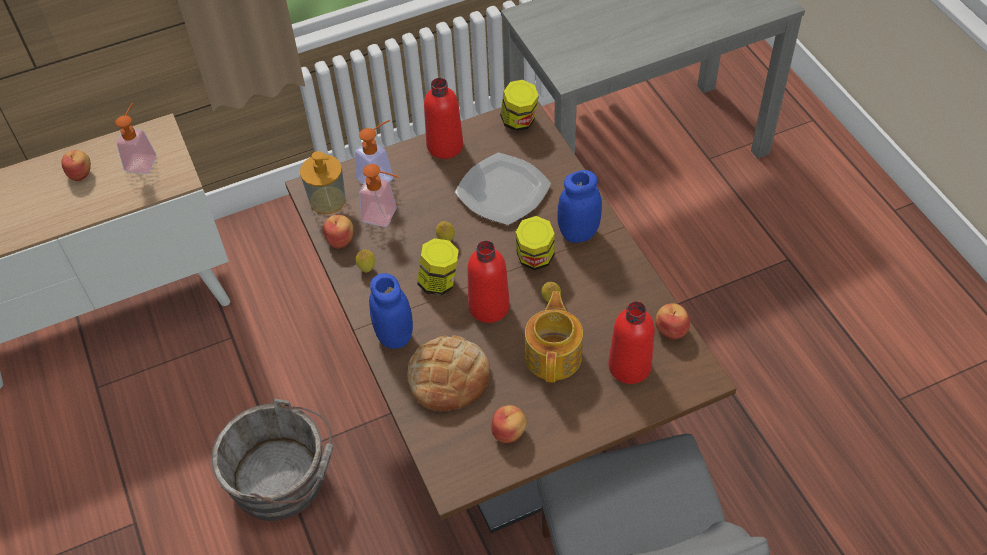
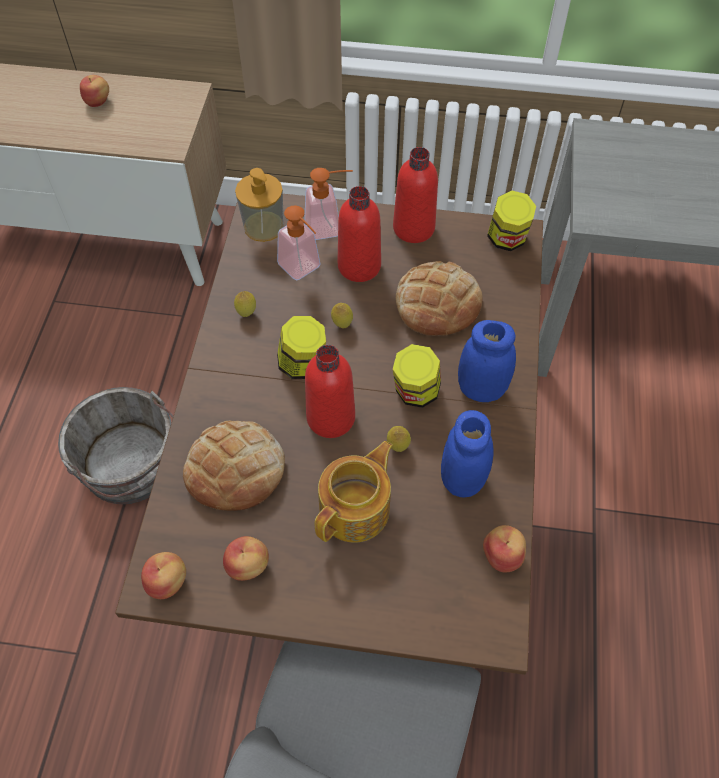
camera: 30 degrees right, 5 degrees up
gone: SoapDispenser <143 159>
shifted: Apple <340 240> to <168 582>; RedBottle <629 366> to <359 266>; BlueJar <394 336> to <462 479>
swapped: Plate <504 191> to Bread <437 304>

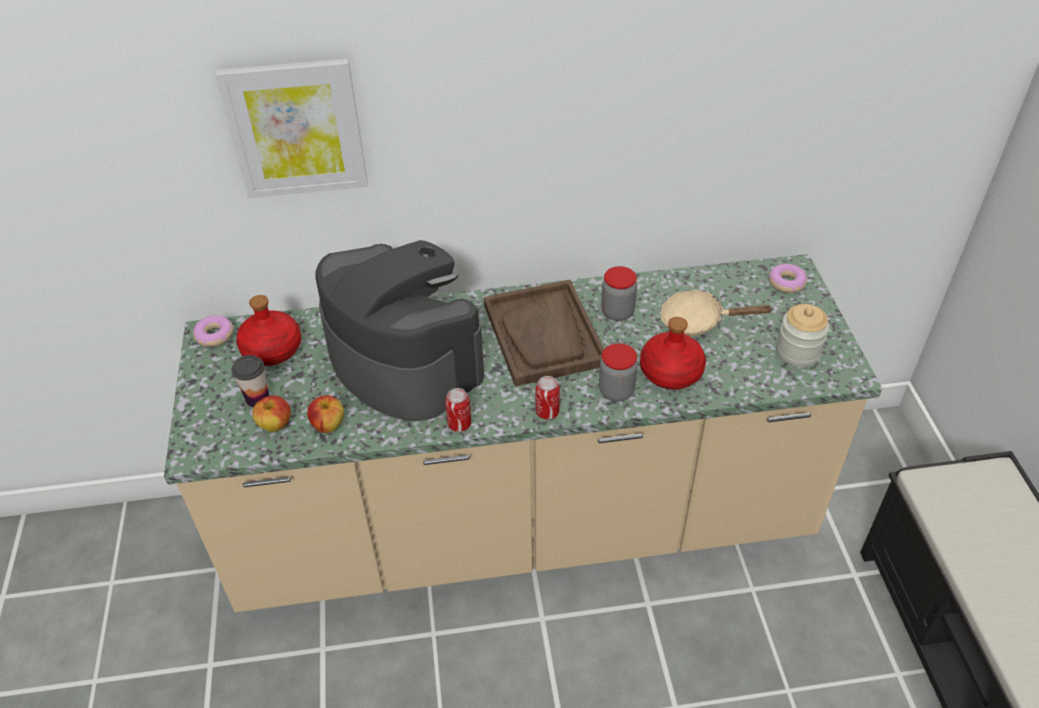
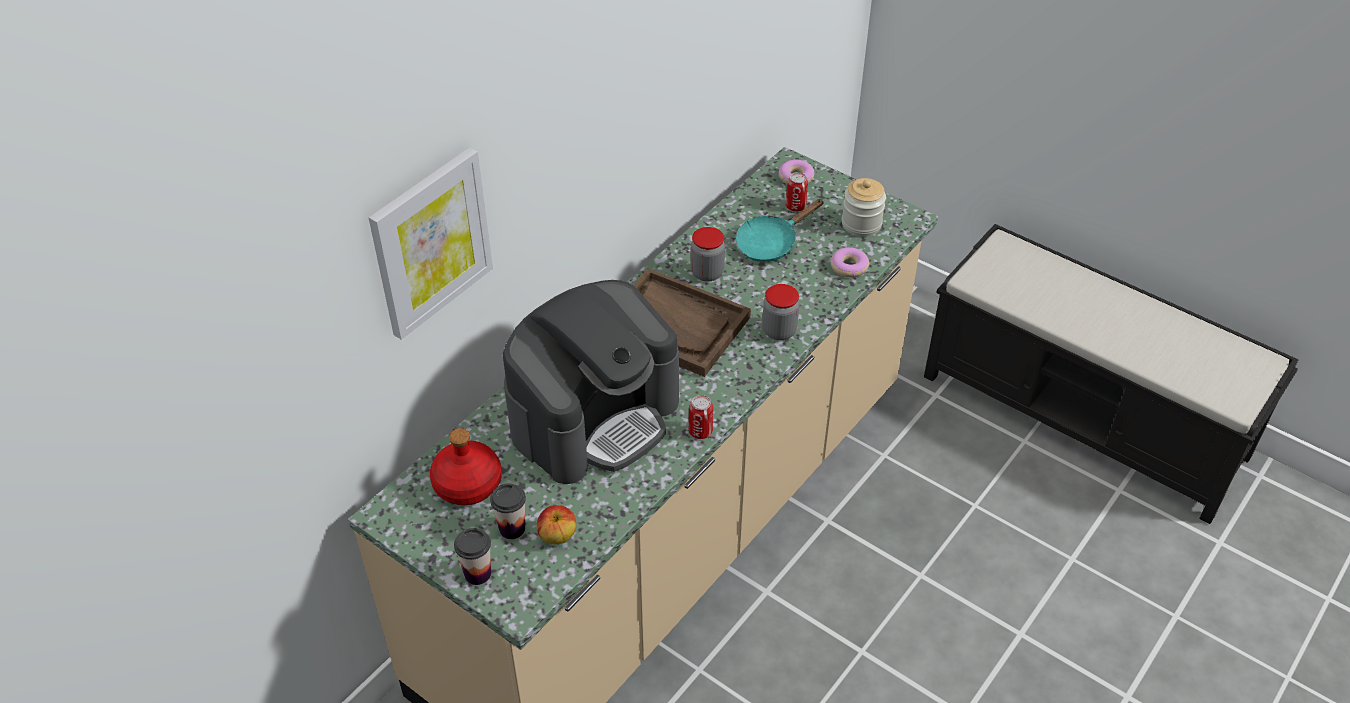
camera: 45 degrees left, 0 degrees up
gone: Apple <328 425>; RedBottle <671 372>
new: Cup <477 573>
shifted: Can <547 412> to <795 206>; Donut <214 335> to <849 267>
repainted: BeigeFryingPan <698 321> to TurquoiseFryingPan <771 243>
rotated: CoffeeMachine <404 361> = <594 417> 135 degrees clockwise

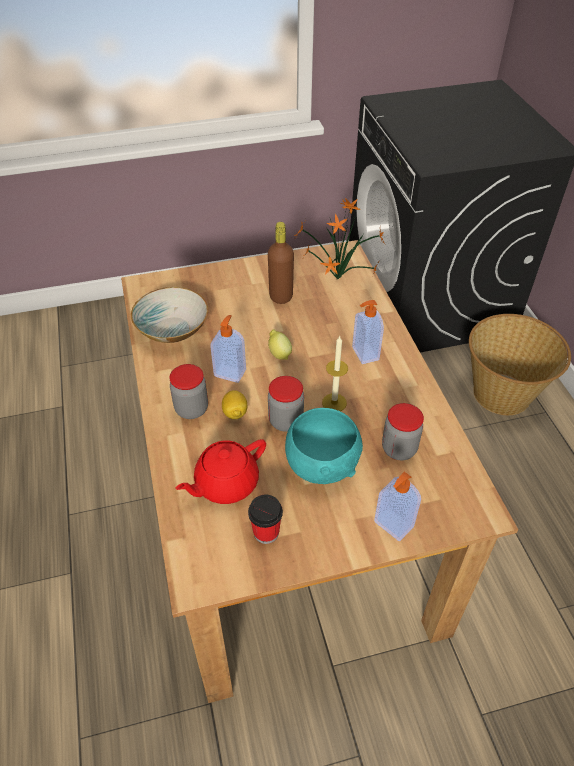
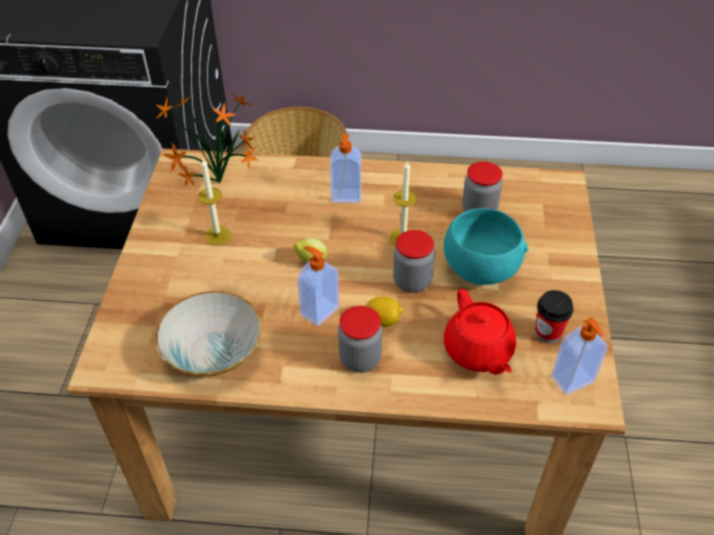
camera: 70 degrees left, 0 degrees up
shifted: SoapDispenser <392 525> to <573 380>
swapped: BrownBottle <281 296> to Candle <217 235>

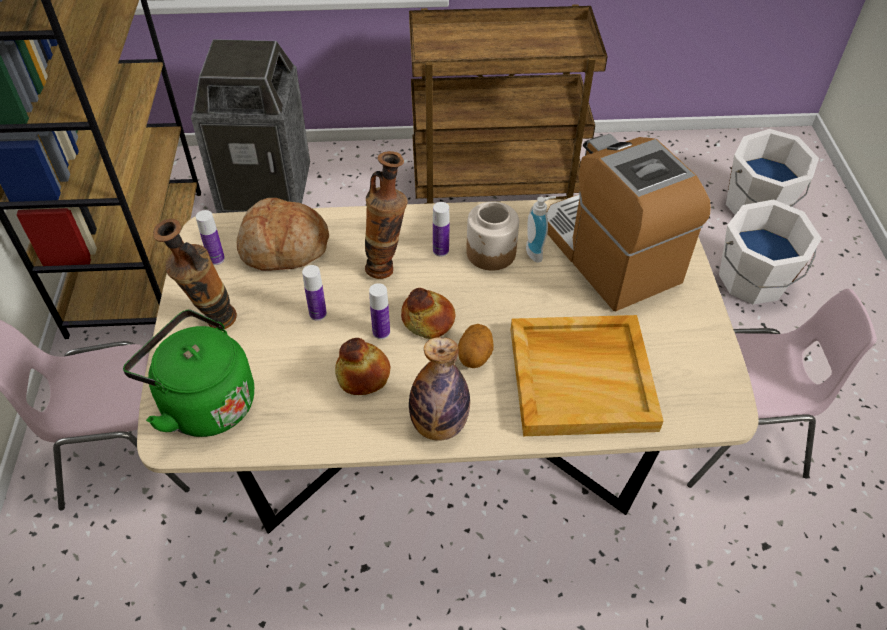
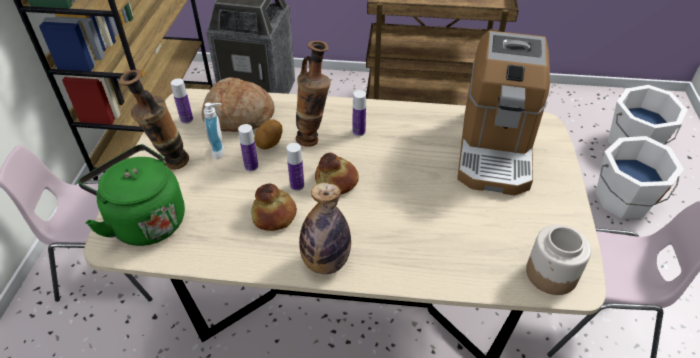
camera: 10 degrees right, 5 degrees down
gone: BeigeTray <582 377>
shifted: SoapDispenser <537 252> to <221 151>; Potato <475 356> to <270 144>; Jar <491 253> to <552 274>
rotated: CoffeeMachine <609 254> = <495 149> 150 degrees counterclockwise

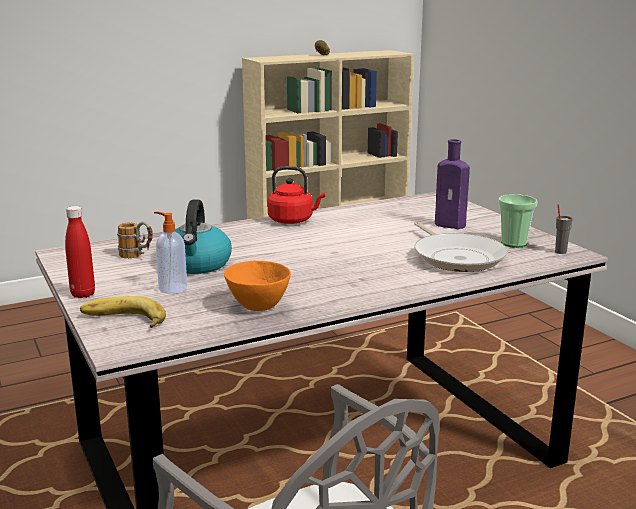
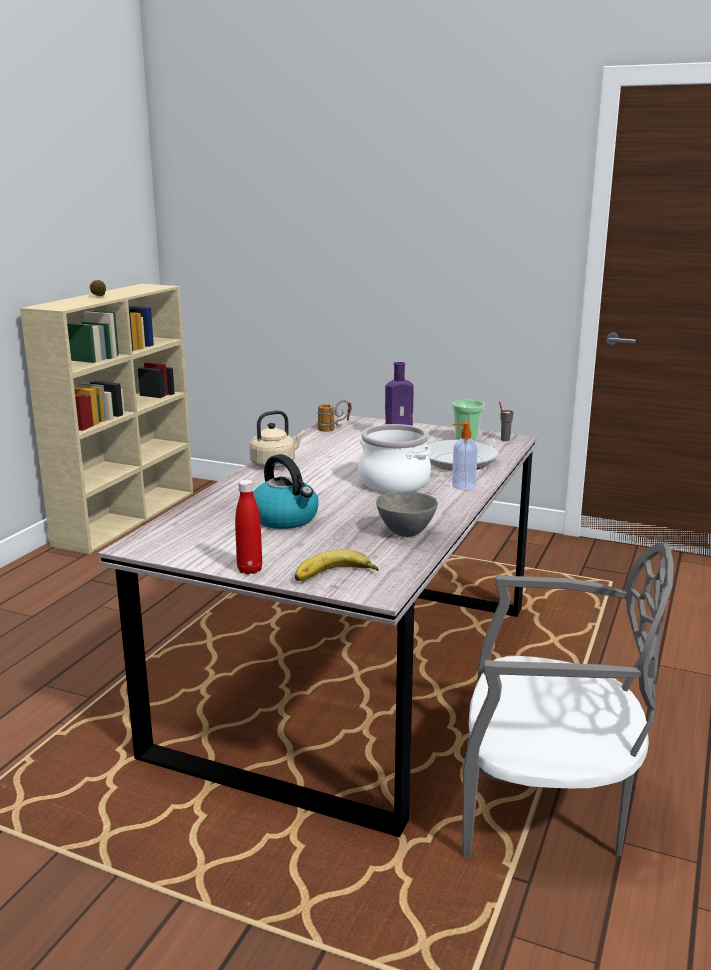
camera: 40 degrees left, 0 degrees up
new: CookingPot <394 482>
shifted: Mug <137 256> to <334 429>; SoapDispenser <172 288> to <462 486>
repainted: RedKettle <293 220> to BeigeKettle <275 464>; OrangeBowl <257 306> to GreyBowl <405 533>

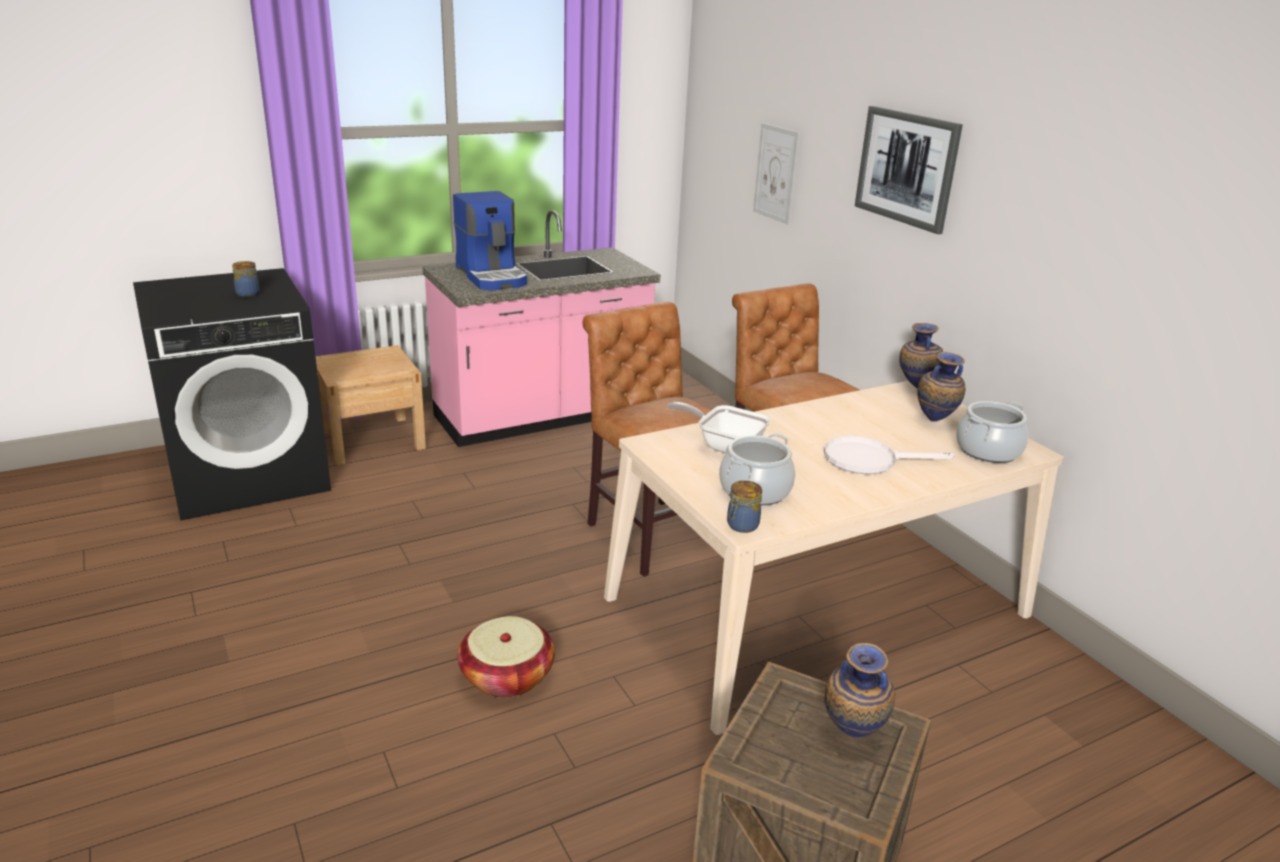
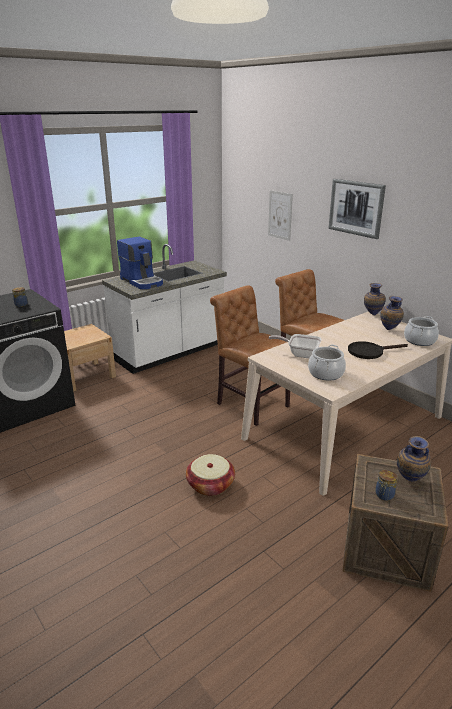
camera: 10 degrees left, 0 degrees up
shifted: Jar <741 526> to <384 495>
repainted: PinkCounter <542 417> to WhiteCounter <170 353>; WhiteFryingPan <869 460> to BlackFryingPan <369 352>

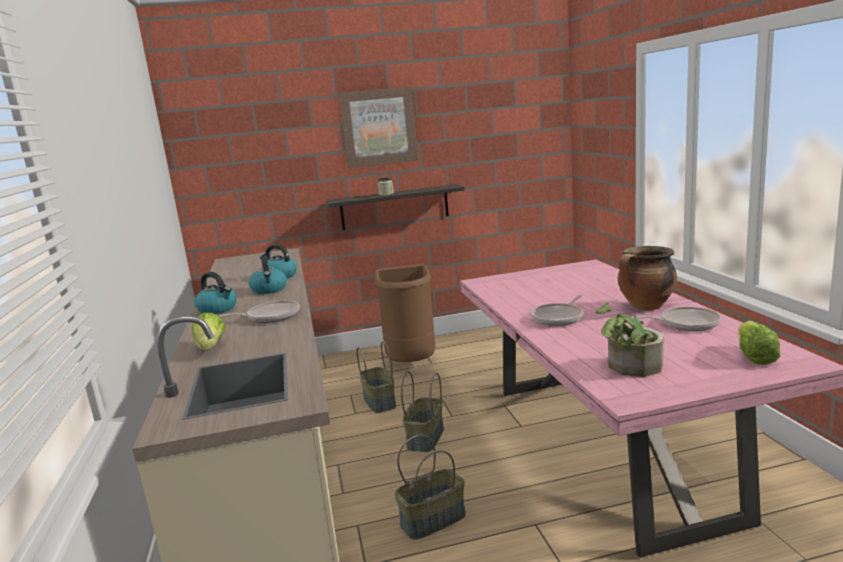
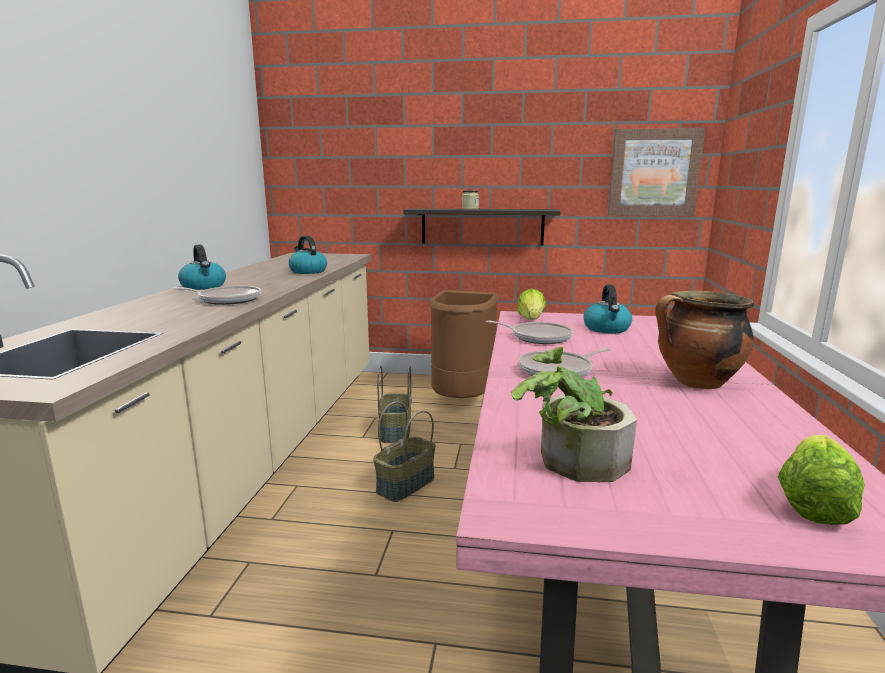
camera: 20 degrees right, 0 degrees up
gone: Basket <433 519>
shifted: FryingPan <686 323> to <538 337>; Lettuce <210 348> to <531 320>; Kettle <269 290> to <607 329>; Picture <378 127> to <654 173>

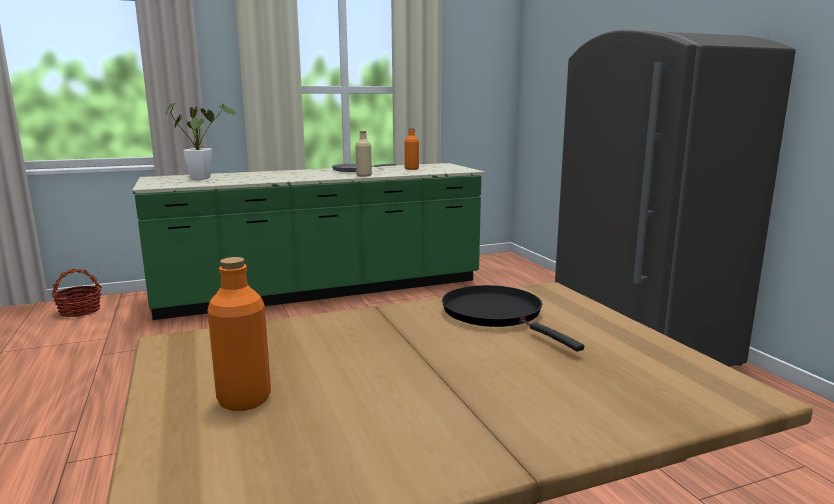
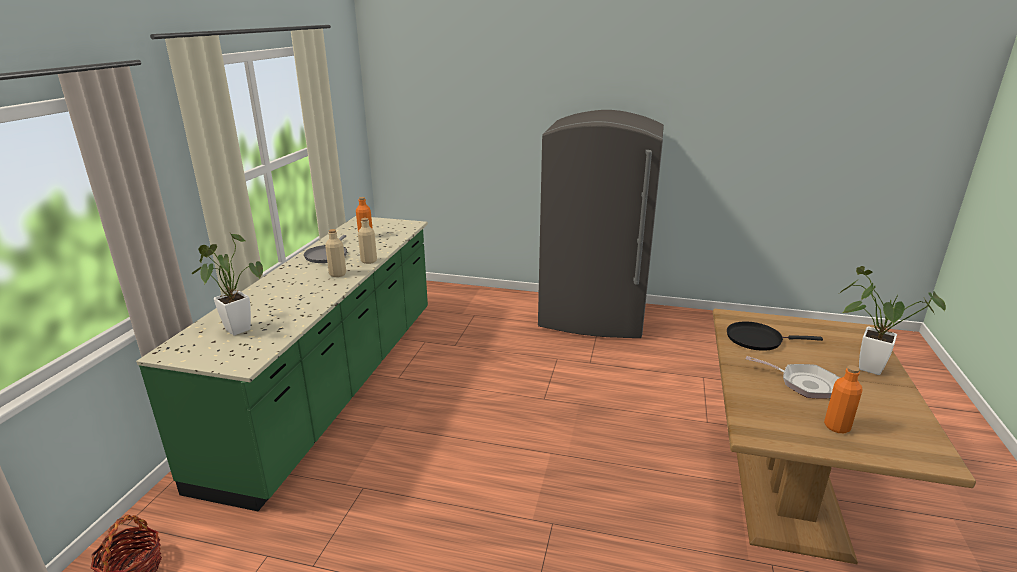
camera: 55 degrees left, 10 degrees up
new: BeigeBottle <337 274>; FryingPan <804 383>; PottedPlant <863 366>

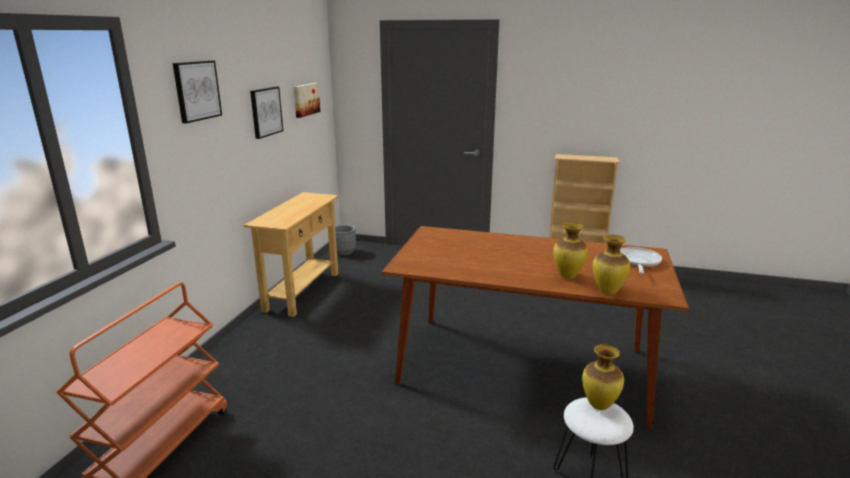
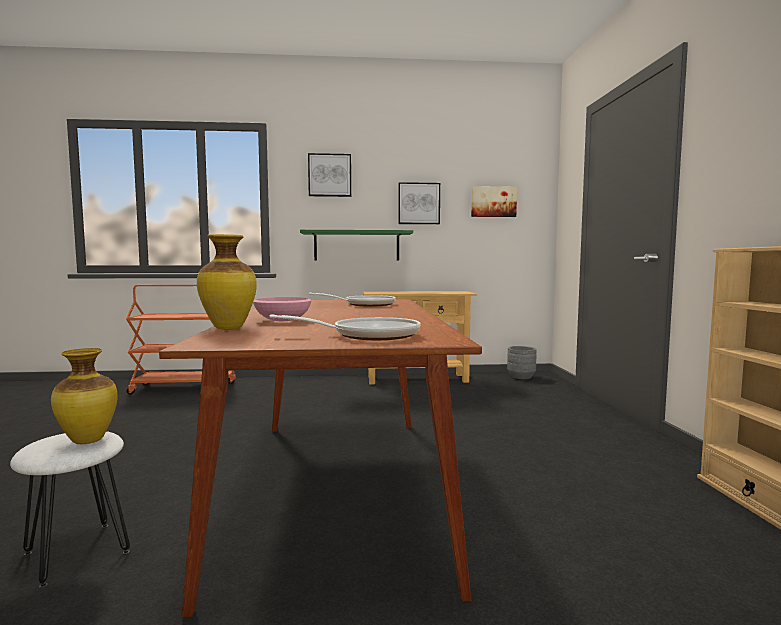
camera: 70 degrees right, 15 degrees down
new: GreenShelf <356 246>; FryingPan <365 305>
swapped: Vase <567 276> to PinkBowl <282 320>

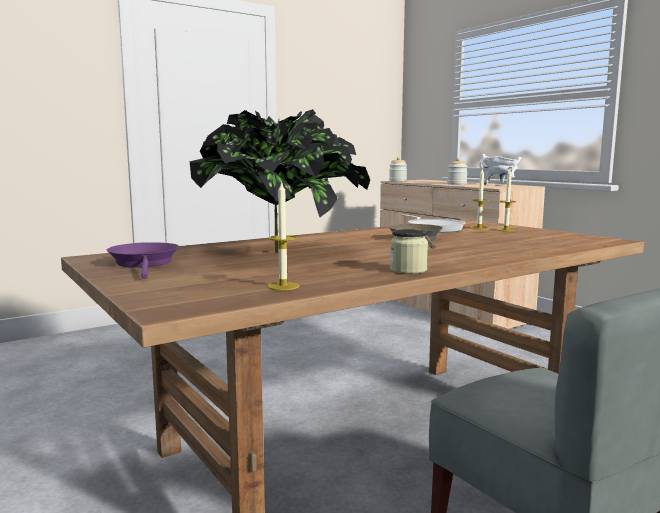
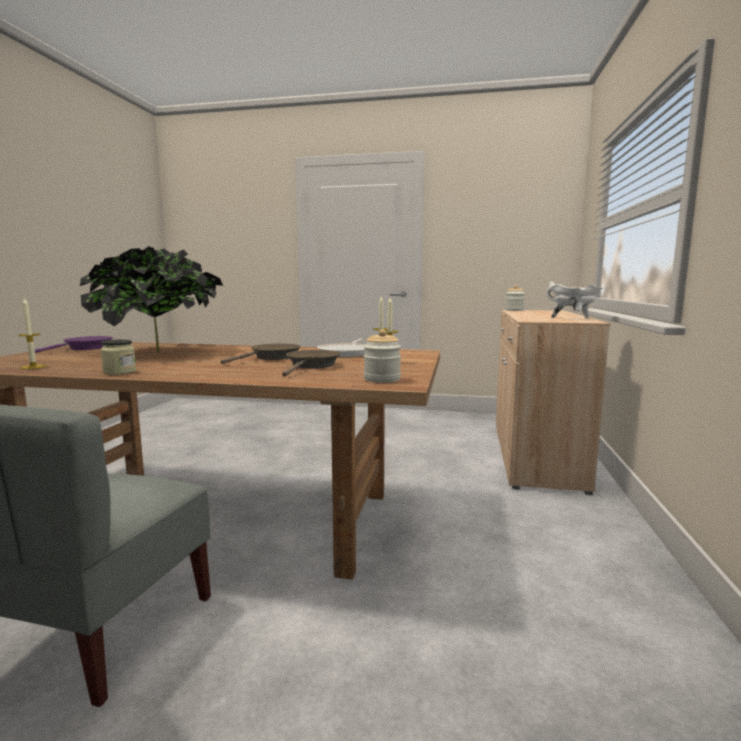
camera: 45 degrees right, 0 degrees up
new: BrownFryingPan <312 366>
shifted: Jar <456 184> to <382 379>

